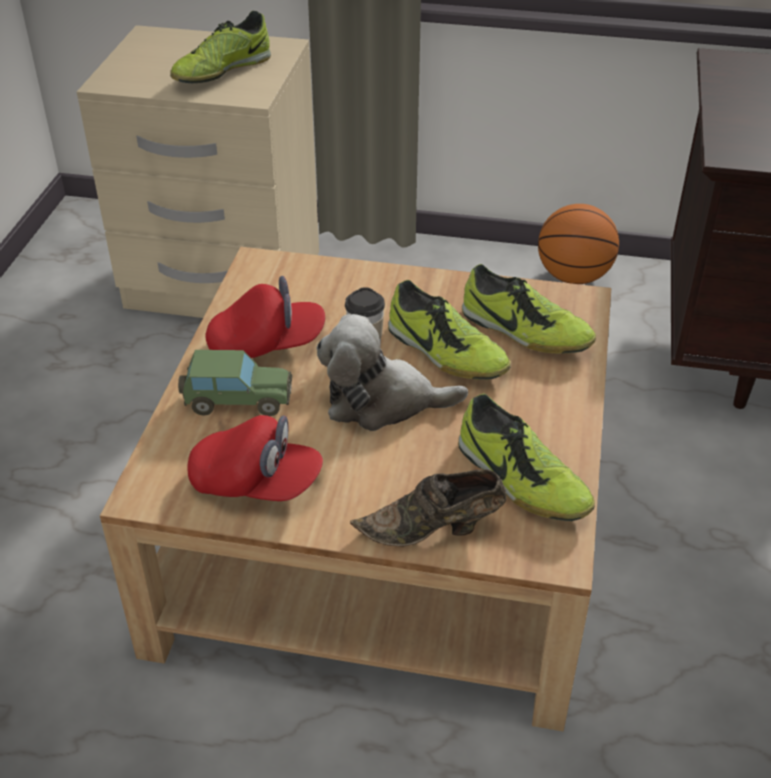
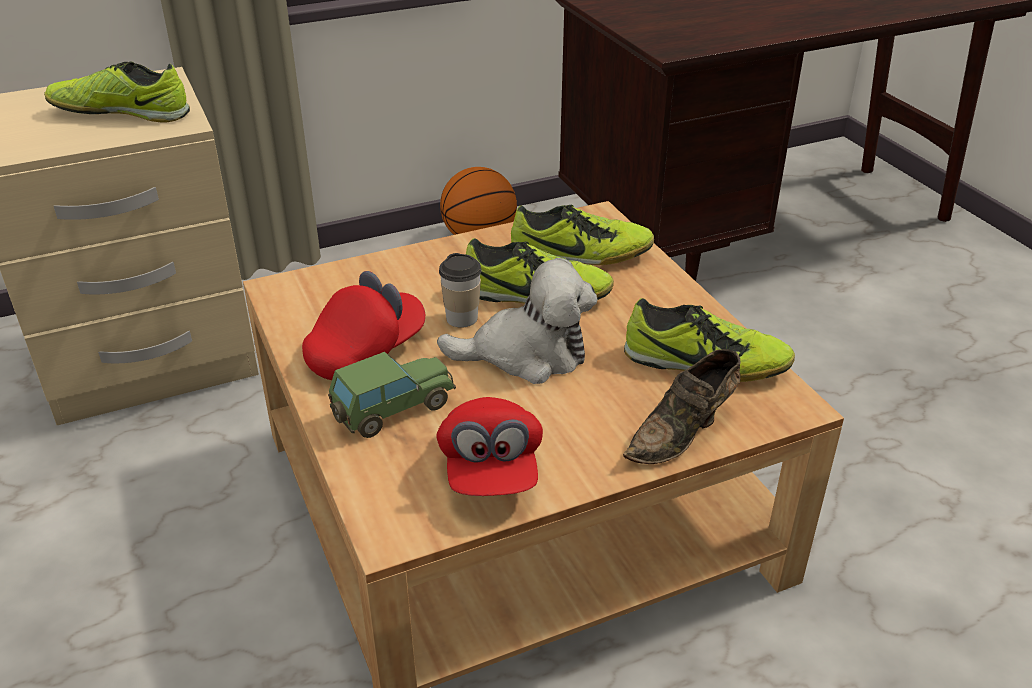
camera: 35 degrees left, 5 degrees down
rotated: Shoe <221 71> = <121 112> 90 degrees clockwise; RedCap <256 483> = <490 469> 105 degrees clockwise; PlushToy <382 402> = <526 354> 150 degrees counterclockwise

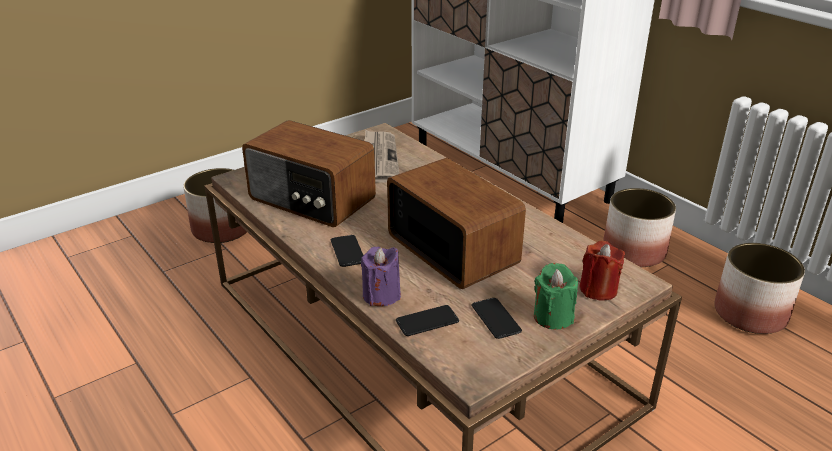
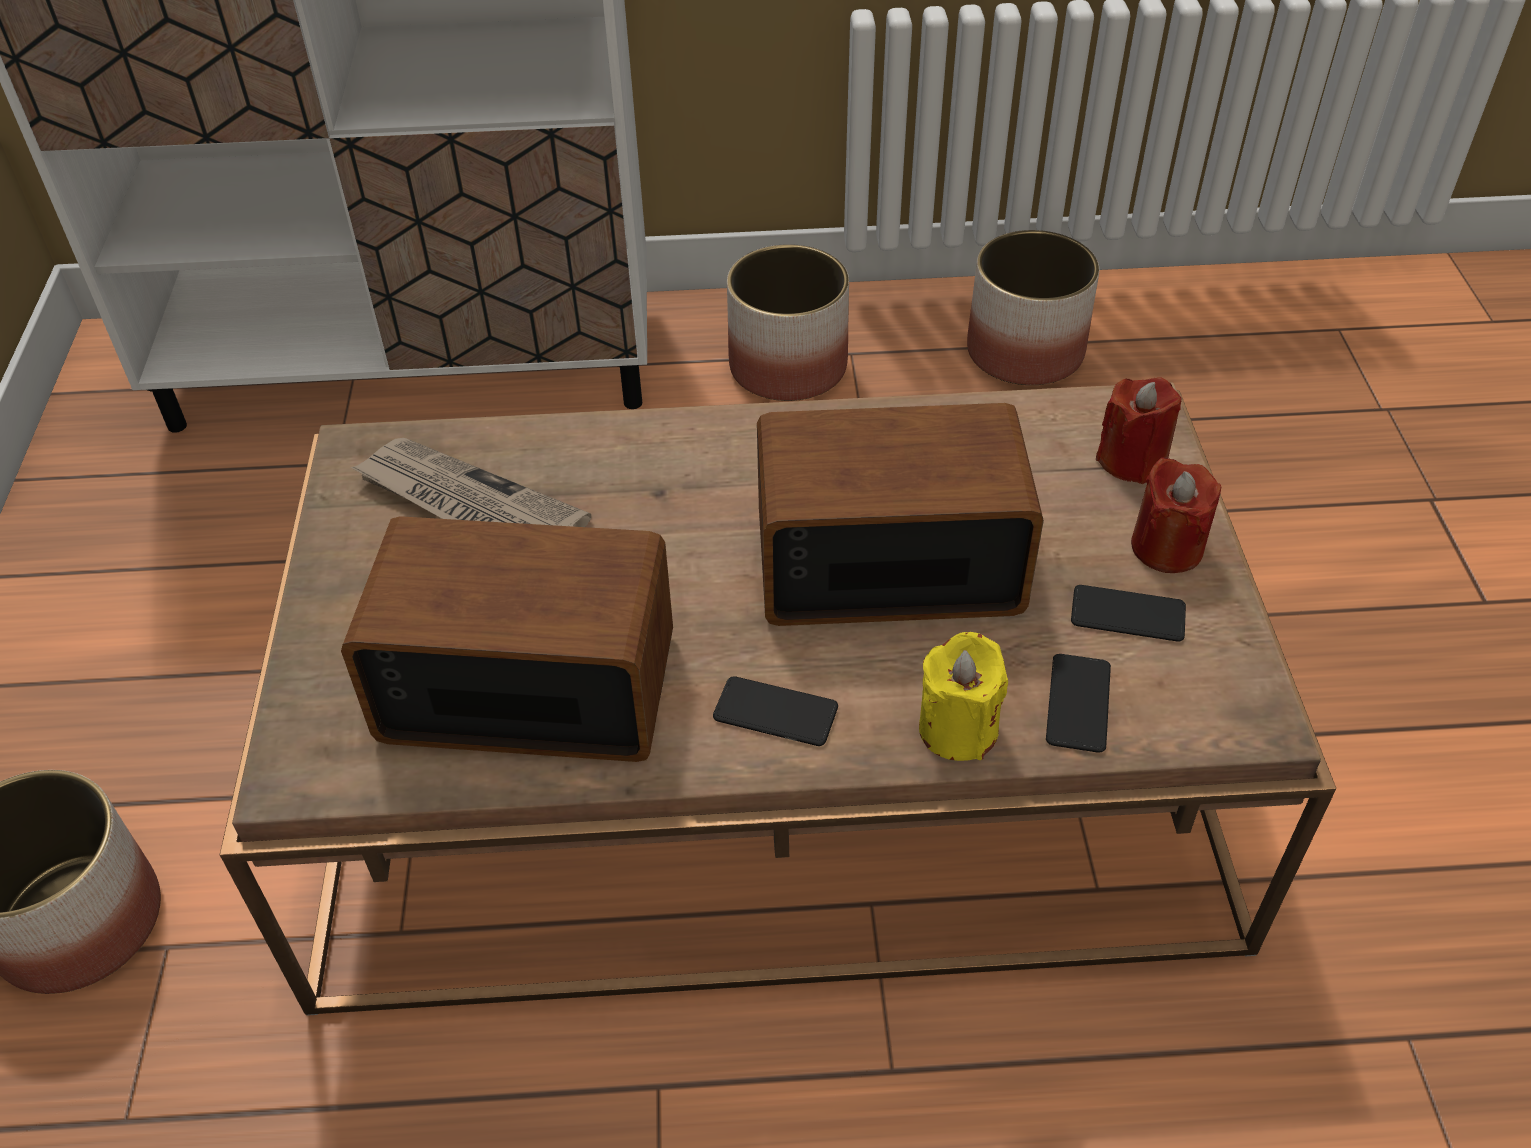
camera: 55 degrees left, 15 degrees up
repainted: PurpleCandle <381 295> to YellowCandle <958 729>; GreenCandle <553 317> to RedCandle <1166 547>
rotated: Radio <311 200> = <527 683> 150 degrees counterclockwise

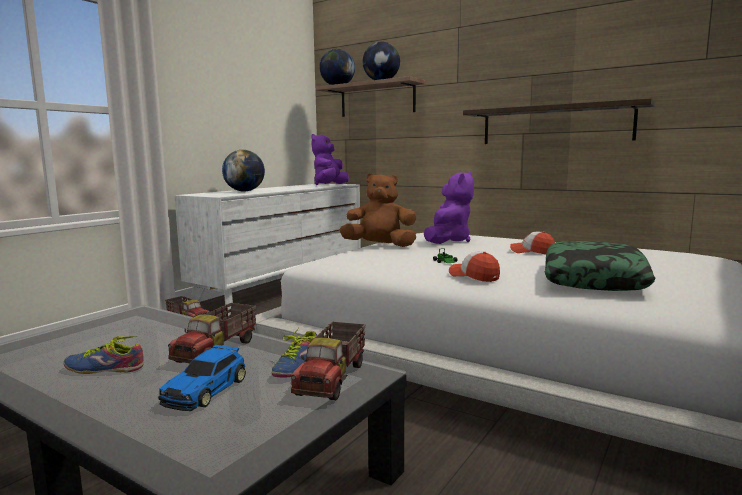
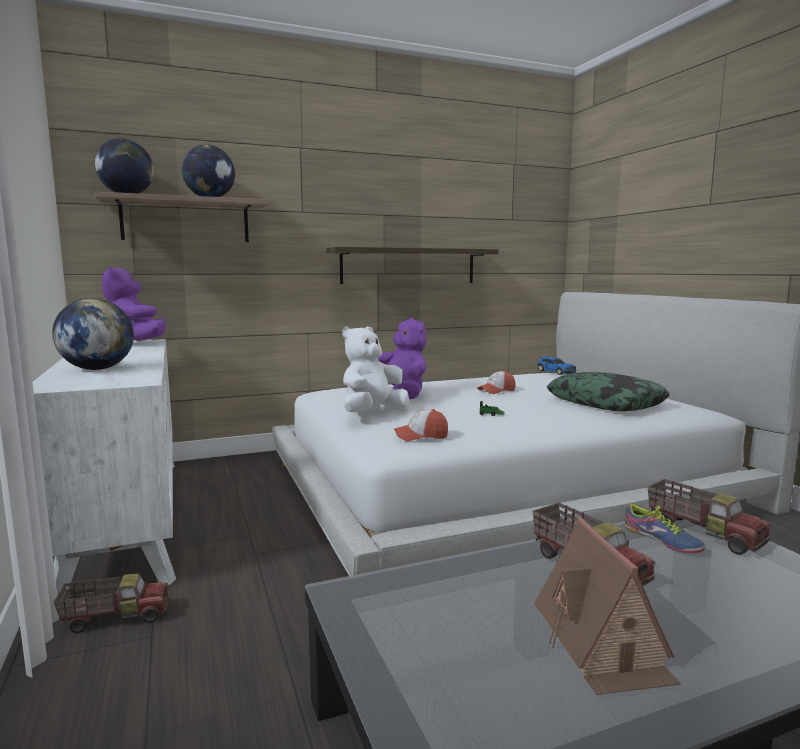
camera: 55 degrees left, 0 degrees up
shifted: Cap <474 276> to <421 436>; ToyCar <207 390> to <555 372>
swapped: Shoe <105 367> to ToyHouse <602 644>
repainted: BrownPlushToy <380 246> to WhitePlushToy <372 413>

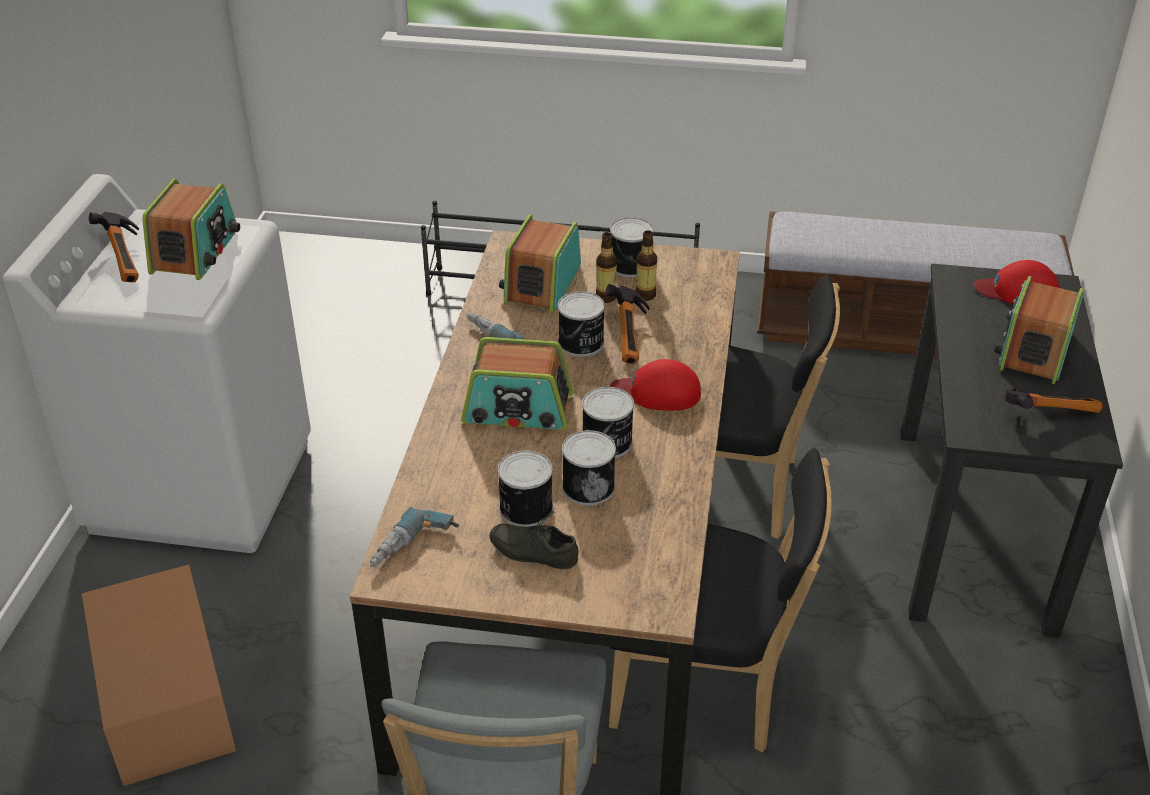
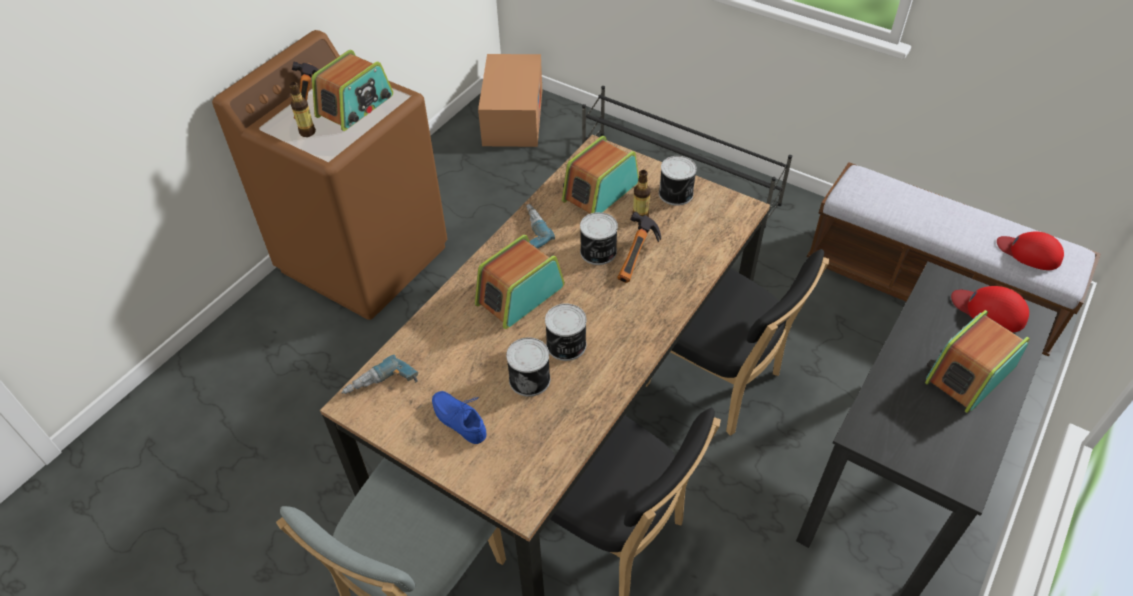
camera: 25 degrees right, 10 degrees up
gone: Can <524 508>; Hammer <1047 412>
shifted: Bottle <645 295> to <307 132>; CardboardBox <165 698> to <513 117>; RedCap <657 392> to <1029 252>
repainted: WhiteWashingMachine <202 483> to BrownWashingMachine <364 258>; GreyShoe <535 550> to BlueShoe <461 419>
rotated: Radio <518 409> = <519 295> 105 degrees clockwise

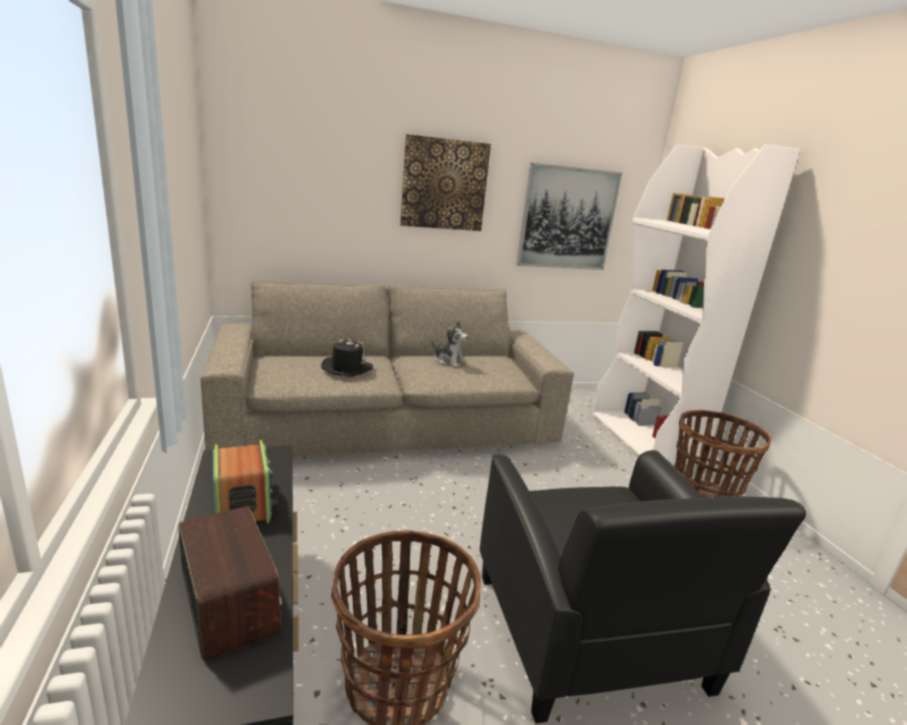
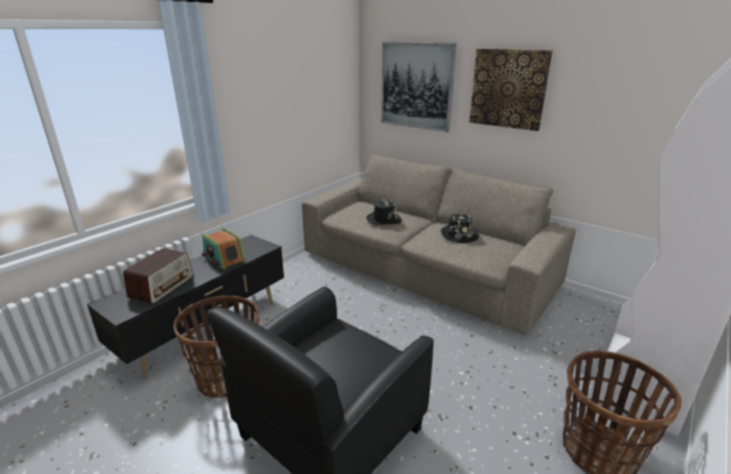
camera: 55 degrees right, 5 degrees up
shifted: Picture <567 218> to <416 86>
swapped: PlushToy <448 361> to BlackHat <459 235>
rotated: Radio <243 502> = <223 259> 105 degrees clockwise

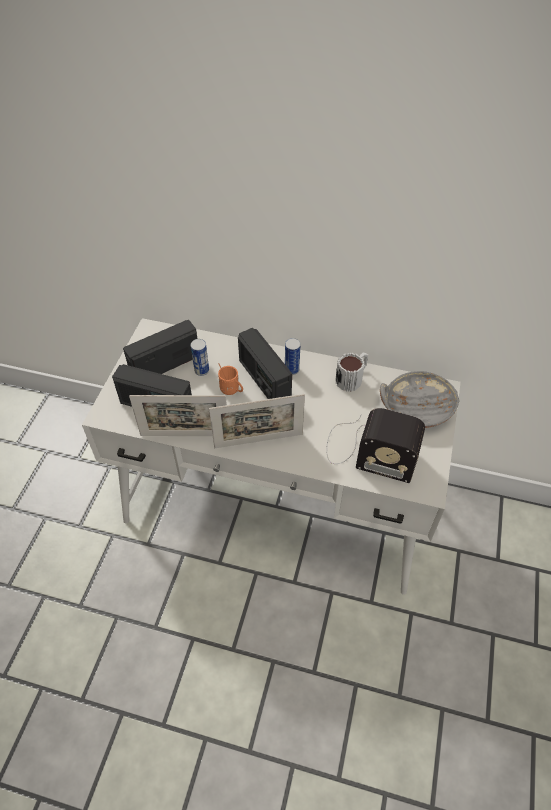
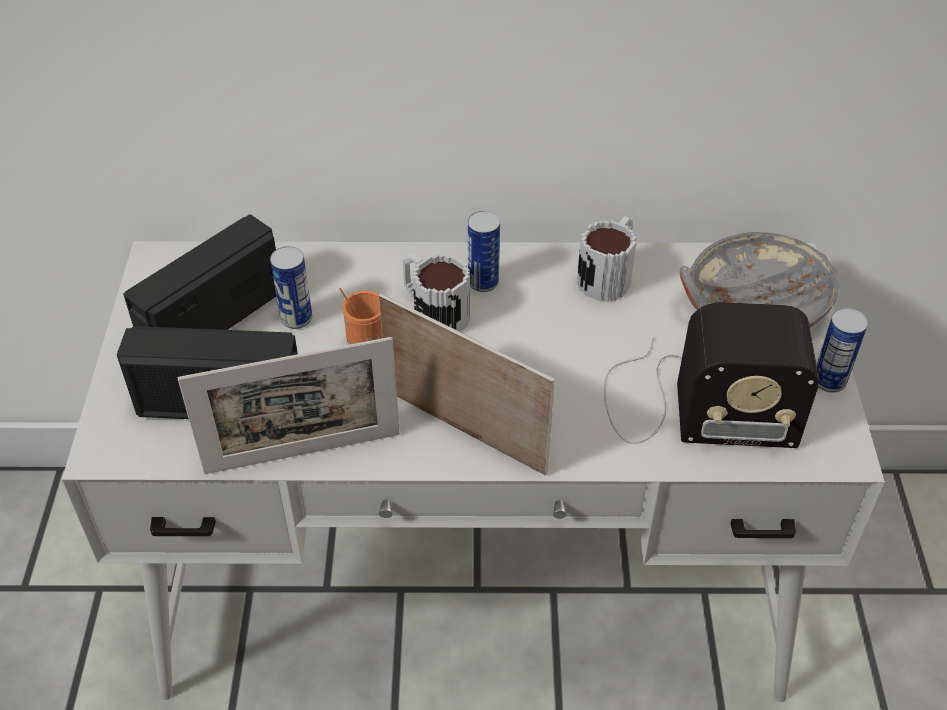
camera: 15 degrees left, 5 degrees down
new: Can <829 381>
swapped: Radio <264 379> to Mug <433 311>
rotated: PictureFrame <258 441> = <464 431> 120 degrees counterclockwise

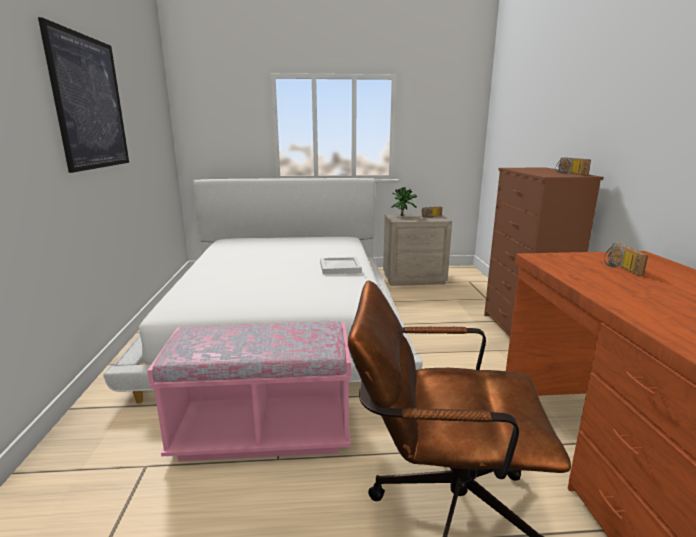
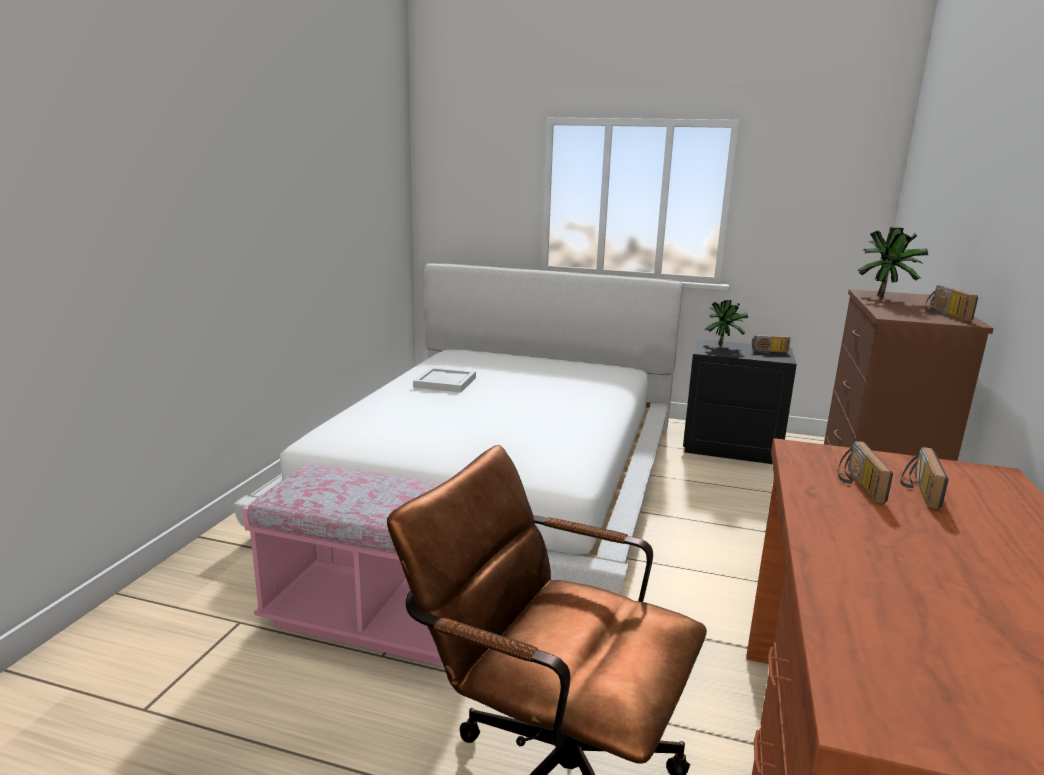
camera: 20 degrees right, 0 degrees up
gone: Picture <90 103>
new: Radio <857 484>; PottedPlant <885 297>
shifted: WhiteTray <340 267> to <445 383>
repainted: BeigeNightstand <413 278> to BlackNightstand <730 447>

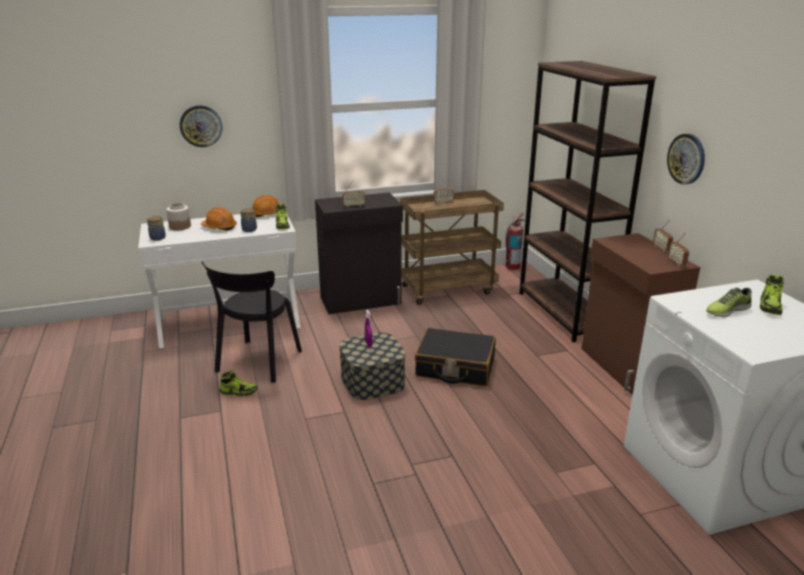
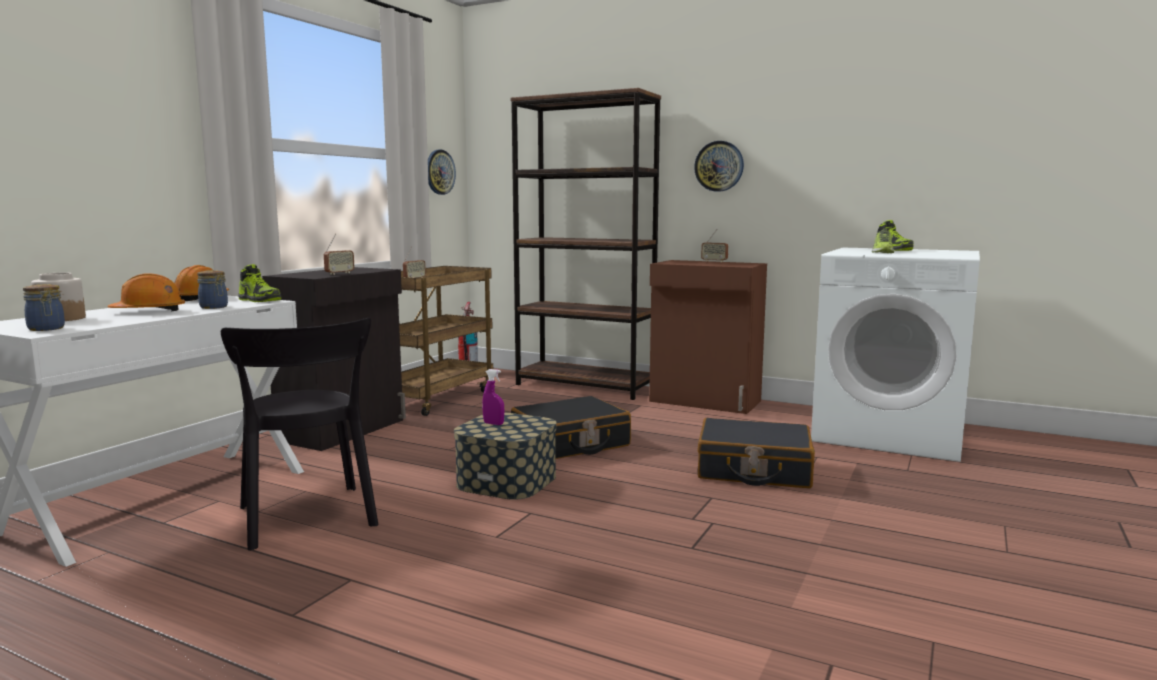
camera: 45 degrees left, 15 degrees down
gone: Shoe <239 392>; Radio <676 263>
new: BlackSuitcase <753 470>
shifted: WallClock <201 126> to <439 172>

